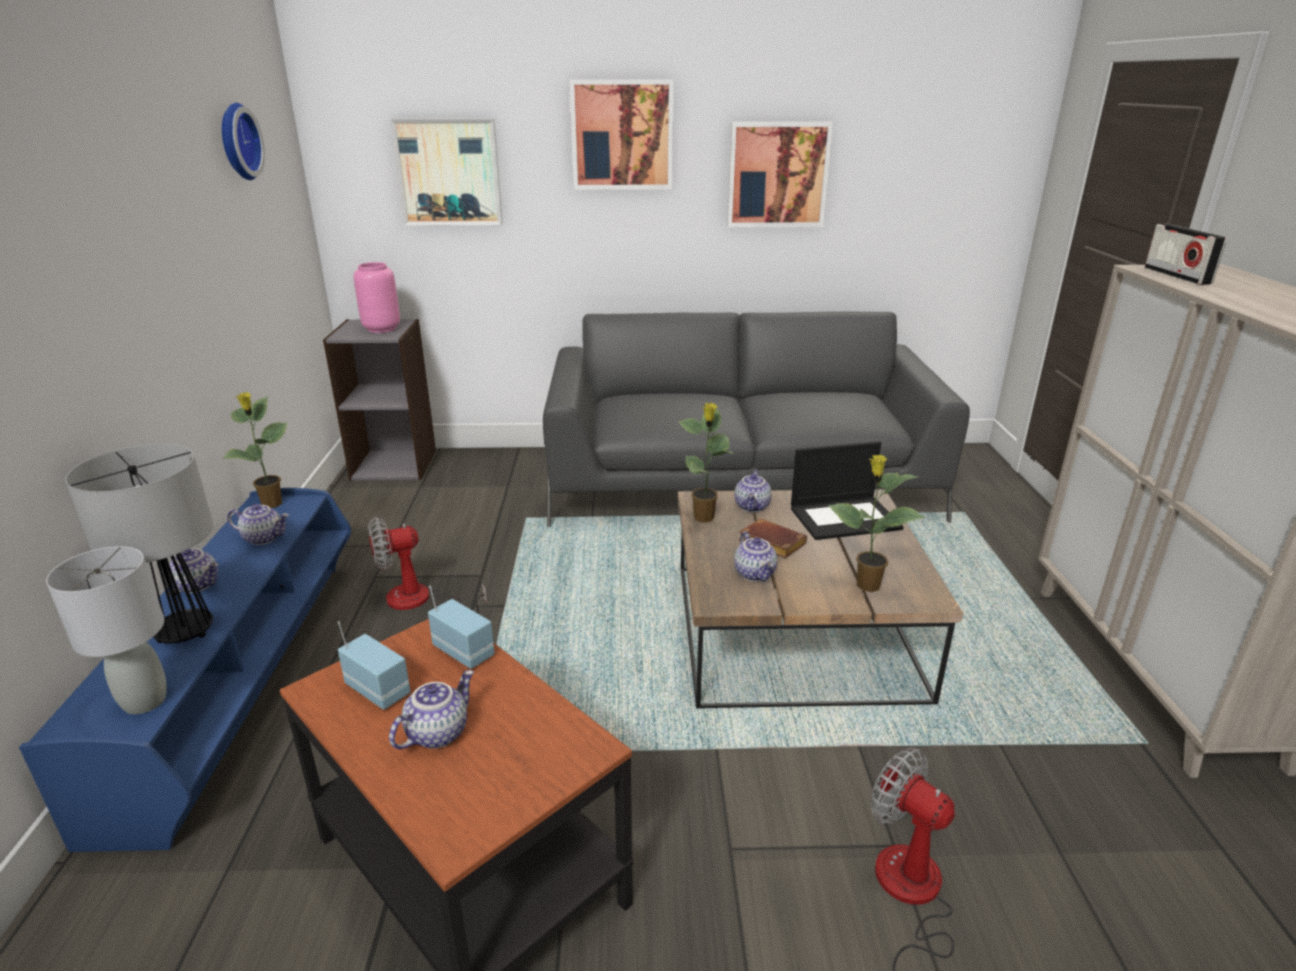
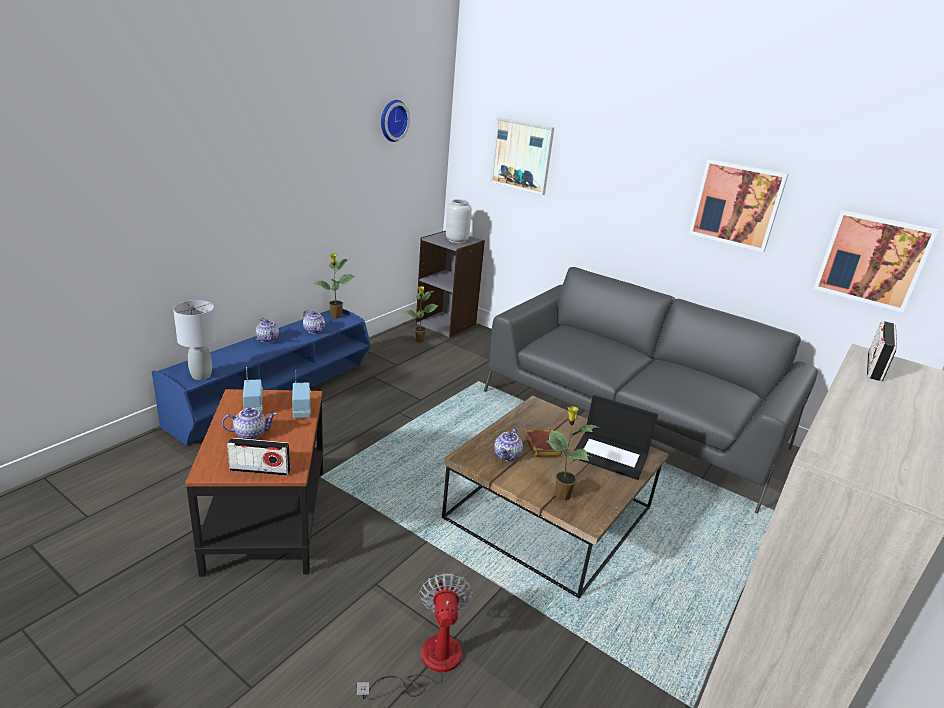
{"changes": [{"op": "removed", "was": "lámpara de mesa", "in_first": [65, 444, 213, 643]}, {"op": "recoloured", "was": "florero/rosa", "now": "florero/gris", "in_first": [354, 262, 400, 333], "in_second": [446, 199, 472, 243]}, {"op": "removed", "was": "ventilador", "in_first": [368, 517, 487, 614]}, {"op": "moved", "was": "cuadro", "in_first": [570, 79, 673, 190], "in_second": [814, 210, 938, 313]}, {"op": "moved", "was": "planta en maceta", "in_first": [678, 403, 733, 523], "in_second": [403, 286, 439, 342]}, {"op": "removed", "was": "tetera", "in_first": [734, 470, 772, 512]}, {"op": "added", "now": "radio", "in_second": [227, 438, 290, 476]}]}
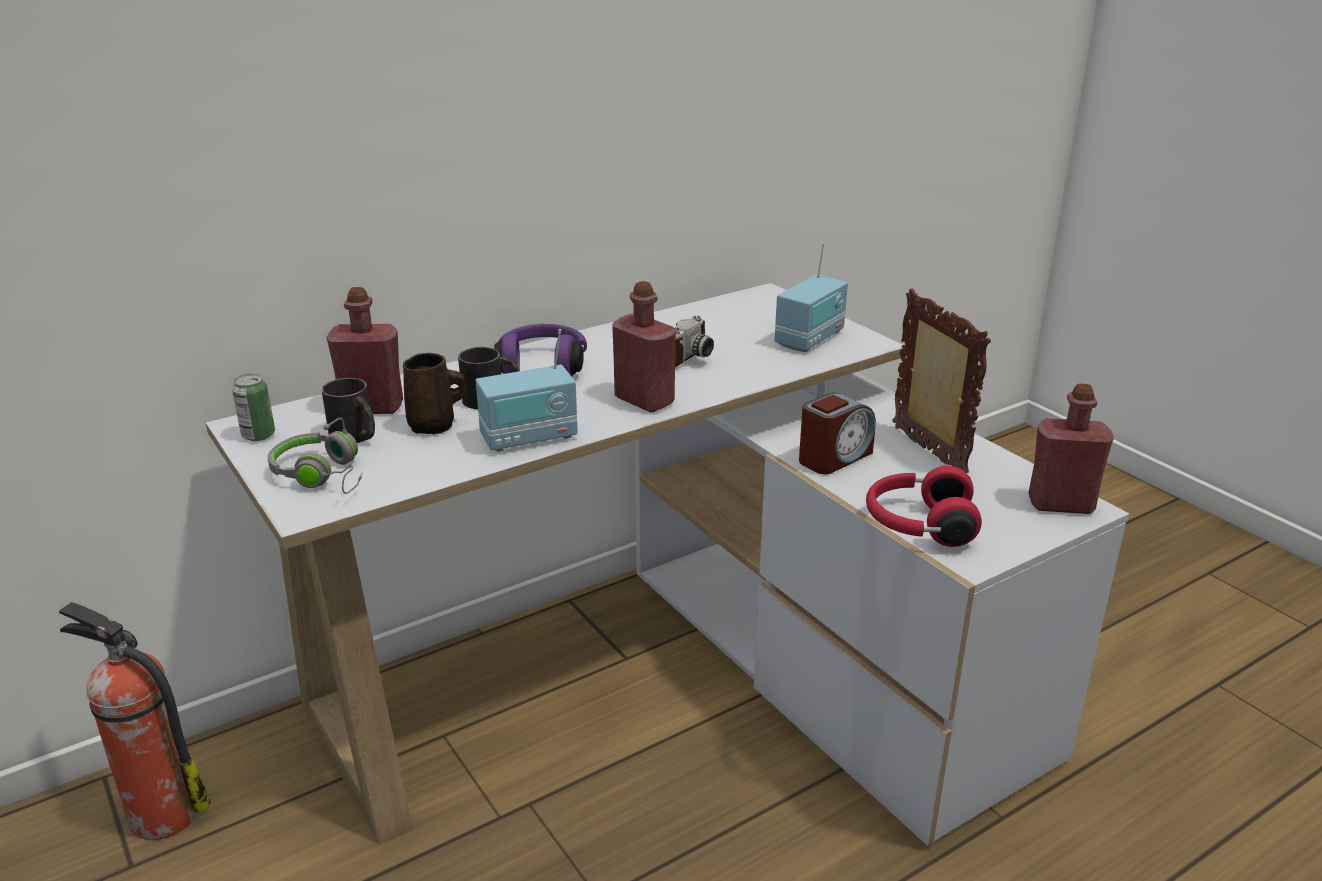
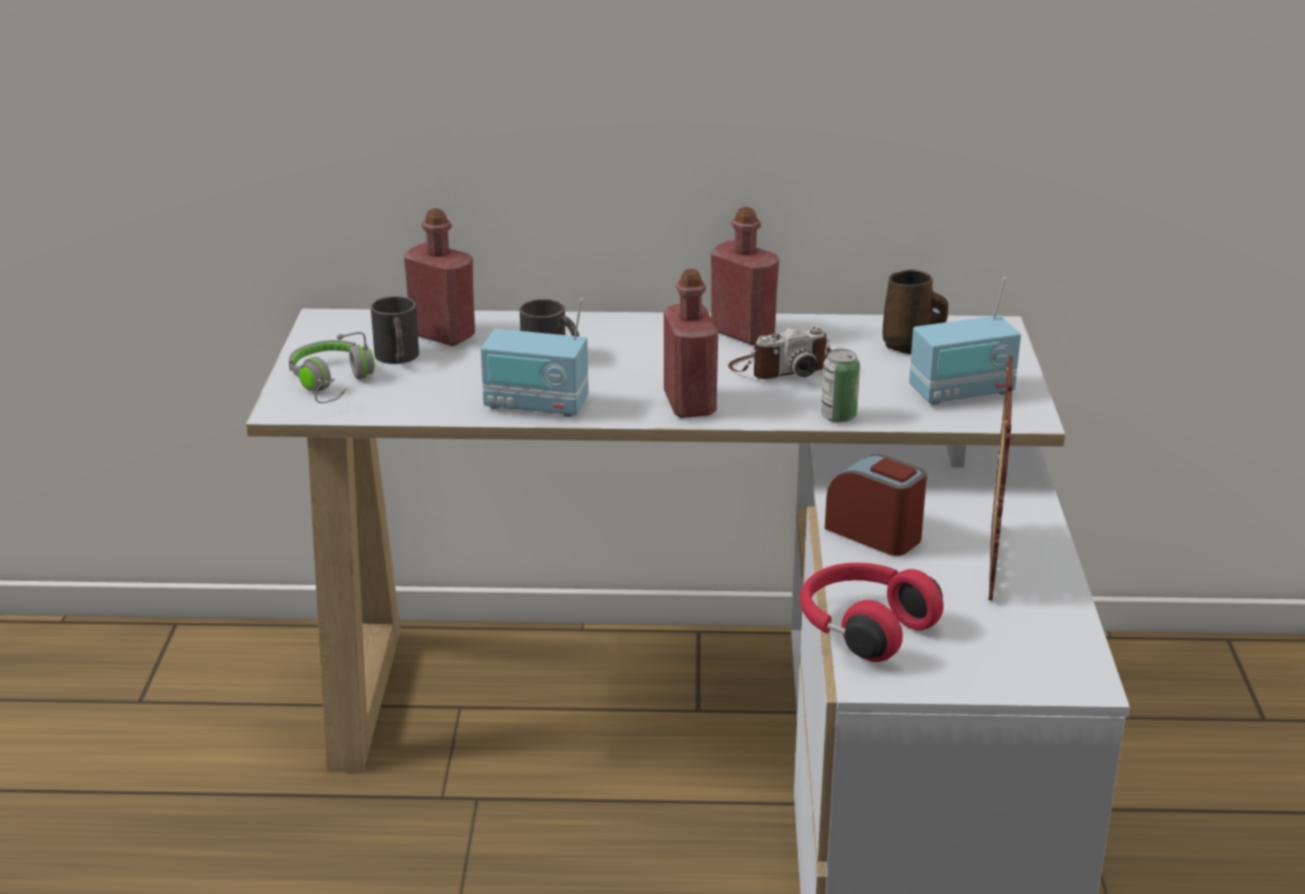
{"changes": [{"op": "removed", "was": "extintor", "in_first": [59, 602, 211, 840]}, {"op": "moved", "was": "lata", "in_first": [232, 374, 275, 441], "in_second": [821, 349, 860, 423]}, {"op": "moved", "was": "taza grande/marrón", "in_first": [403, 353, 466, 434], "in_second": [882, 269, 948, 354]}, {"op": "removed", "was": "auriculares/morado", "in_first": [494, 324, 587, 377]}, {"op": "turned", "was": "despertador", "in_first": [799, 392, 876, 474], "in_second": [825, 454, 927, 556], "clockwise": -135}, {"op": "moved", "was": "botella/rojo", "in_first": [1028, 383, 1114, 514], "in_second": [711, 207, 779, 345]}]}
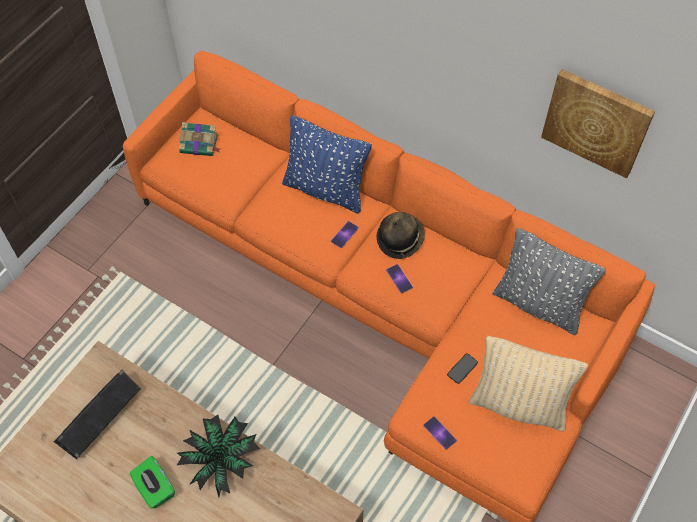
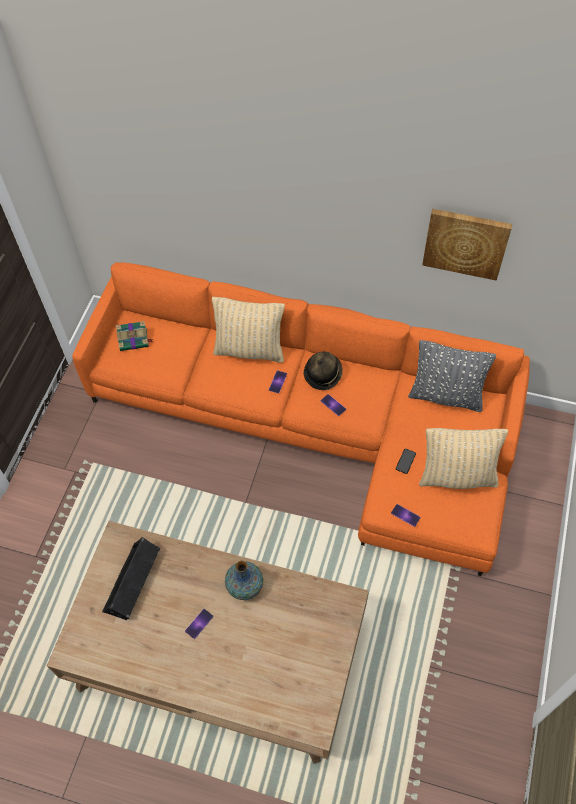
{"changes": [{"op": "replaced", "was": "caja de pañuelos/verde", "now": "móvil", "in_first": [130, 456, 175, 508], "in_second": [185, 609, 214, 639]}, {"op": "replaced", "was": "planta en maceta", "now": "florero", "in_first": [177, 415, 260, 497], "in_second": [225, 561, 263, 600]}, {"op": "recoloured", "was": "cojín/azul", "now": "cojín/beis", "in_first": [282, 115, 372, 214], "in_second": [212, 297, 285, 363]}]}
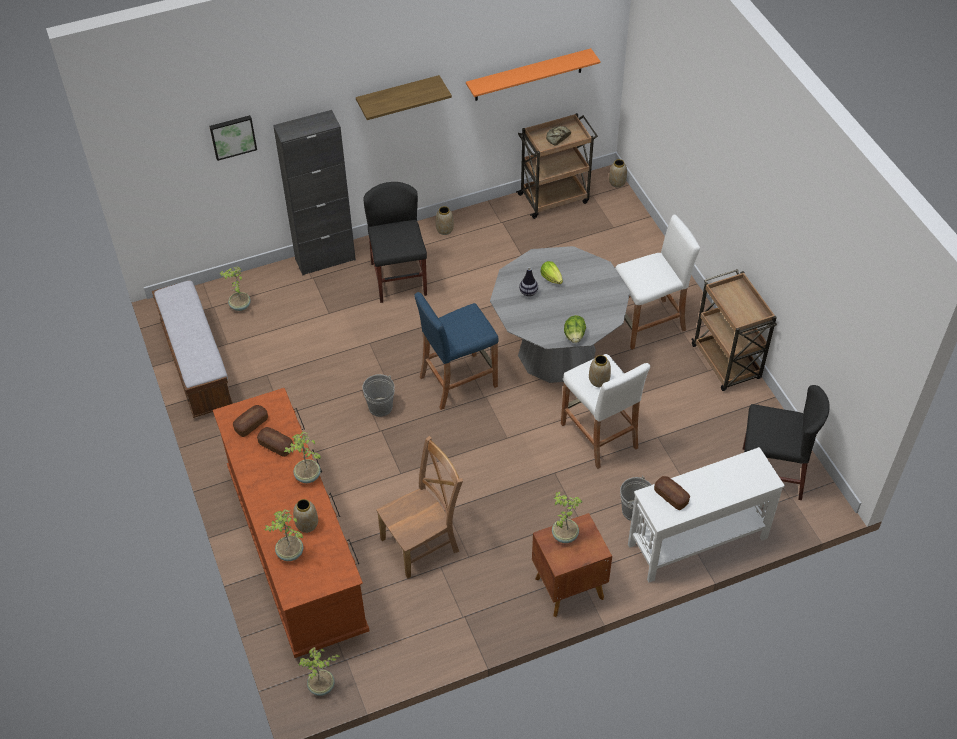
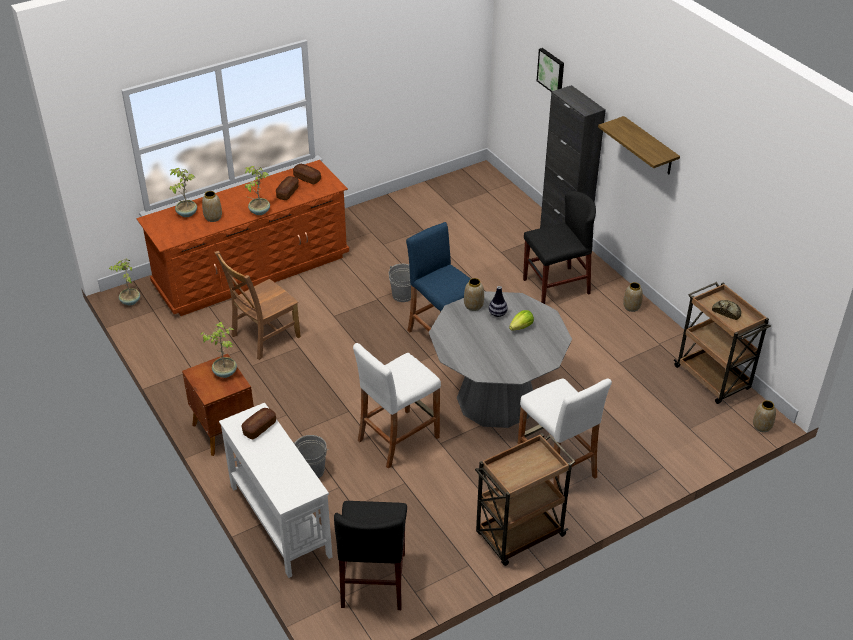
{"changes": [{"op": "removed", "was": "banco", "in_first": [152, 280, 233, 418]}, {"op": "removed", "was": "planta en maceta", "in_first": [219, 266, 251, 311]}, {"op": "turned", "was": "silla/marrón", "in_first": [376, 436, 463, 579], "in_second": [215, 251, 301, 360], "clockwise": 90}, {"op": "removed", "was": "estante/naranja", "in_first": [466, 48, 601, 101]}, {"op": "removed", "was": "lechuga", "in_first": [564, 315, 586, 343]}, {"op": "moved", "was": "florero", "in_first": [589, 355, 611, 387], "in_second": [464, 278, 484, 311]}]}
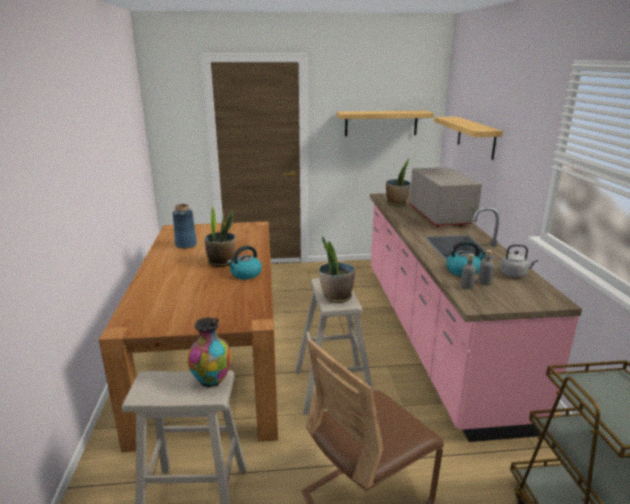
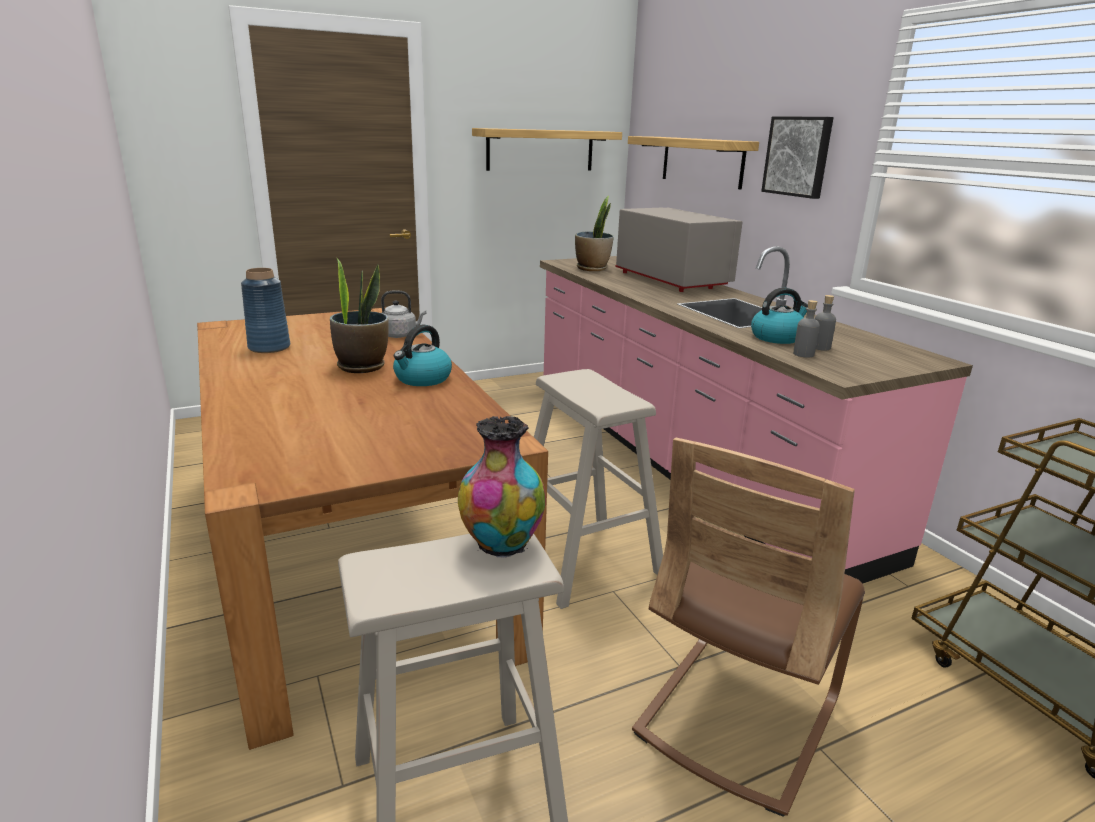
{"changes": [{"op": "removed", "was": "planta en maceta", "in_first": [319, 237, 355, 303]}, {"op": "moved", "was": "hervidor/gris", "in_first": [500, 244, 538, 277], "in_second": [381, 291, 426, 338]}, {"op": "added", "now": "cuadro", "in_second": [761, 116, 834, 199]}]}
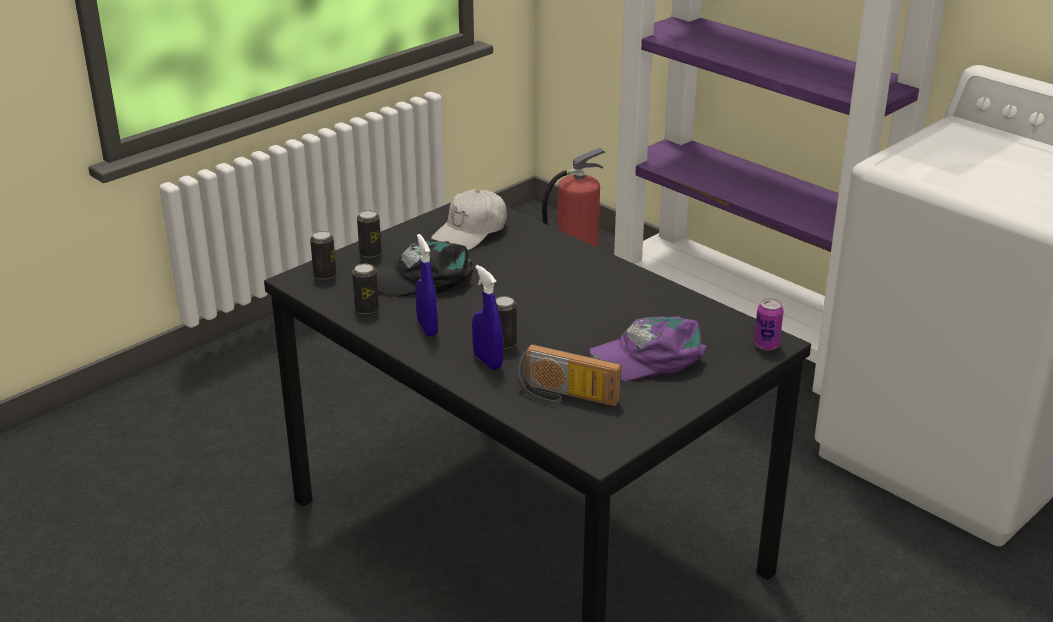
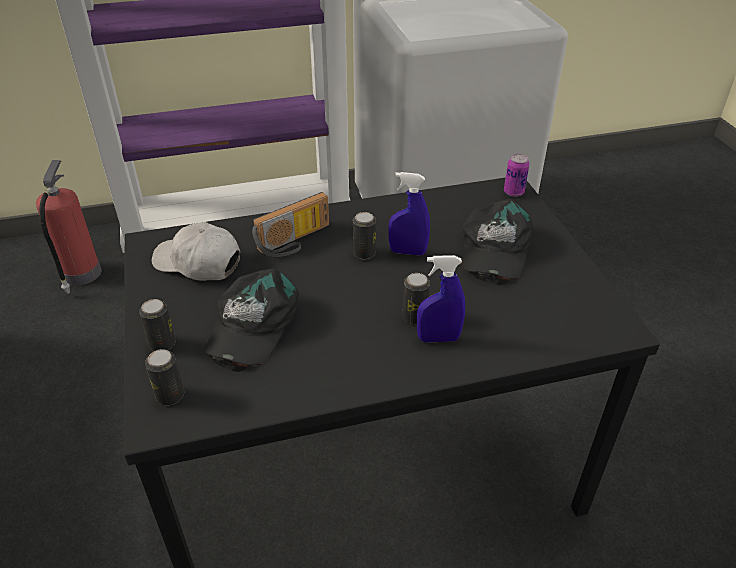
{"changes": [{"op": "moved", "was": "lata", "in_first": [352, 264, 379, 314], "in_second": [353, 212, 376, 259]}, {"op": "moved", "was": "pulverizador/azul", "in_first": [415, 234, 438, 337], "in_second": [388, 172, 430, 256]}, {"op": "turned", "was": "gorra/blanco", "in_first": [431, 189, 507, 250], "in_second": [152, 222, 240, 281], "clockwise": 135}, {"op": "moved", "was": "radio", "in_first": [518, 344, 621, 406], "in_second": [252, 192, 329, 257]}, {"op": "recoloured", "was": "gorra/morado", "now": "gorra/negro", "in_first": [588, 316, 707, 382], "in_second": [462, 199, 533, 285]}]}
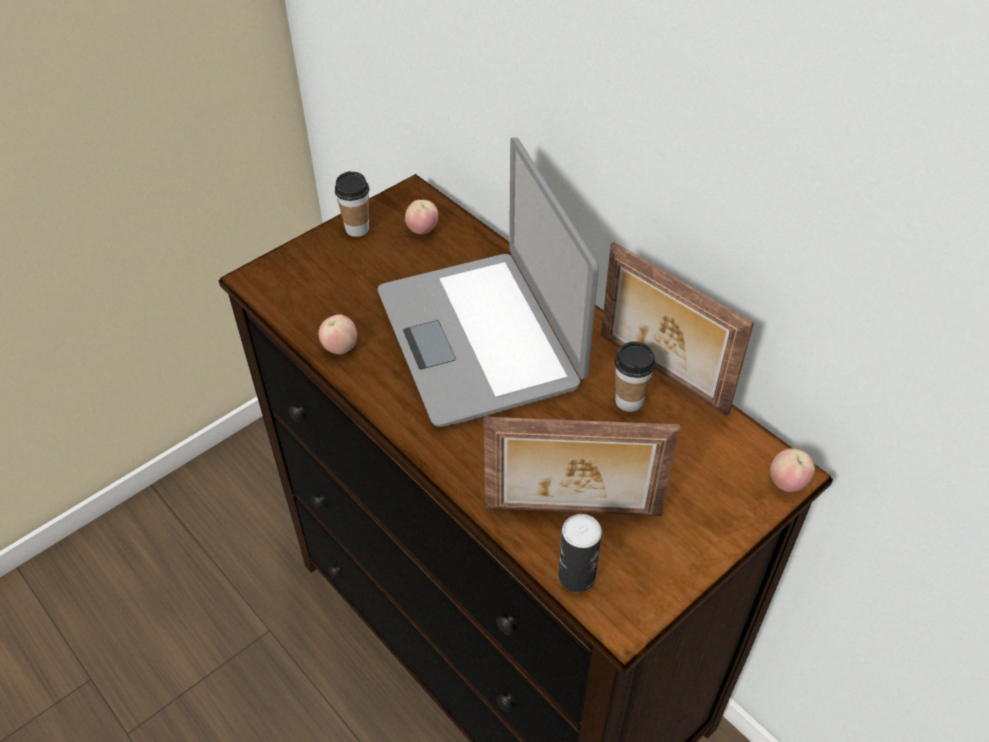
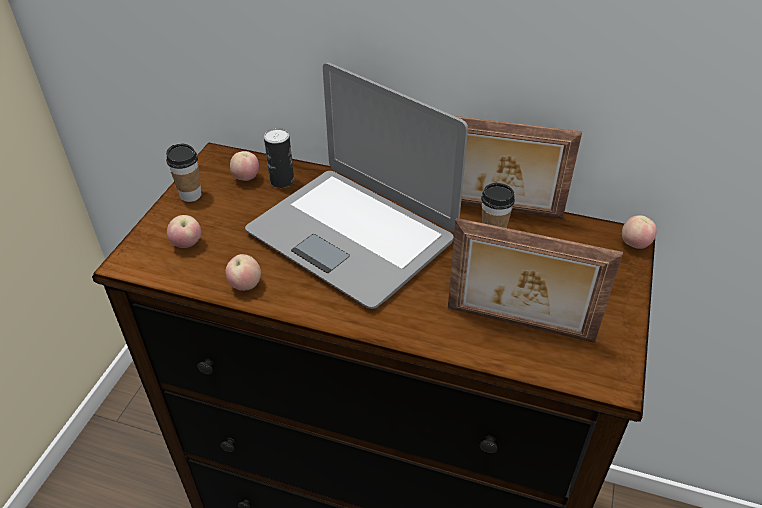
{"changes": [{"op": "turned", "was": "portarretratos", "in_first": [483, 417, 680, 516], "in_second": [448, 218, 623, 343], "clockwise": 45}, {"op": "moved", "was": "lata", "in_first": [558, 514, 602, 592], "in_second": [264, 128, 294, 188]}, {"op": "added", "now": "manzana", "in_second": [167, 215, 201, 248]}]}
